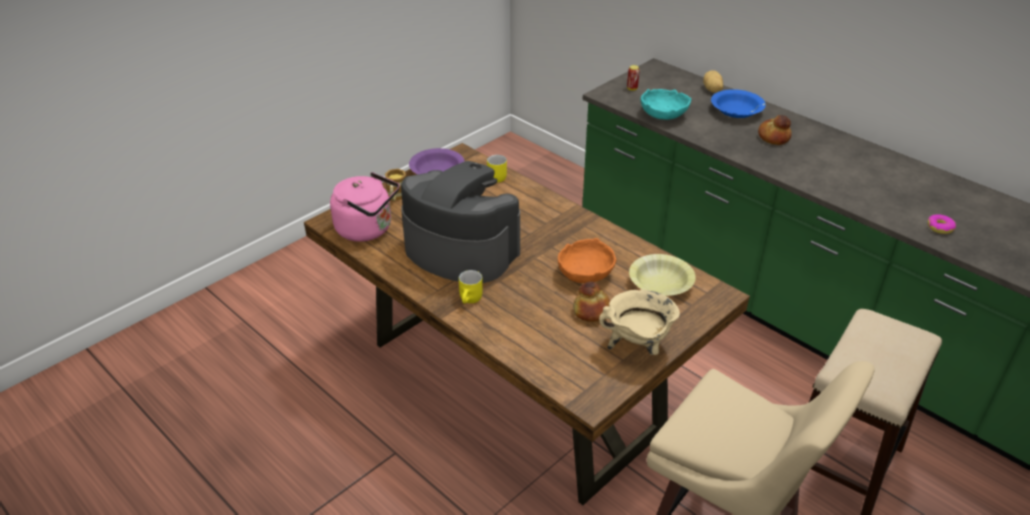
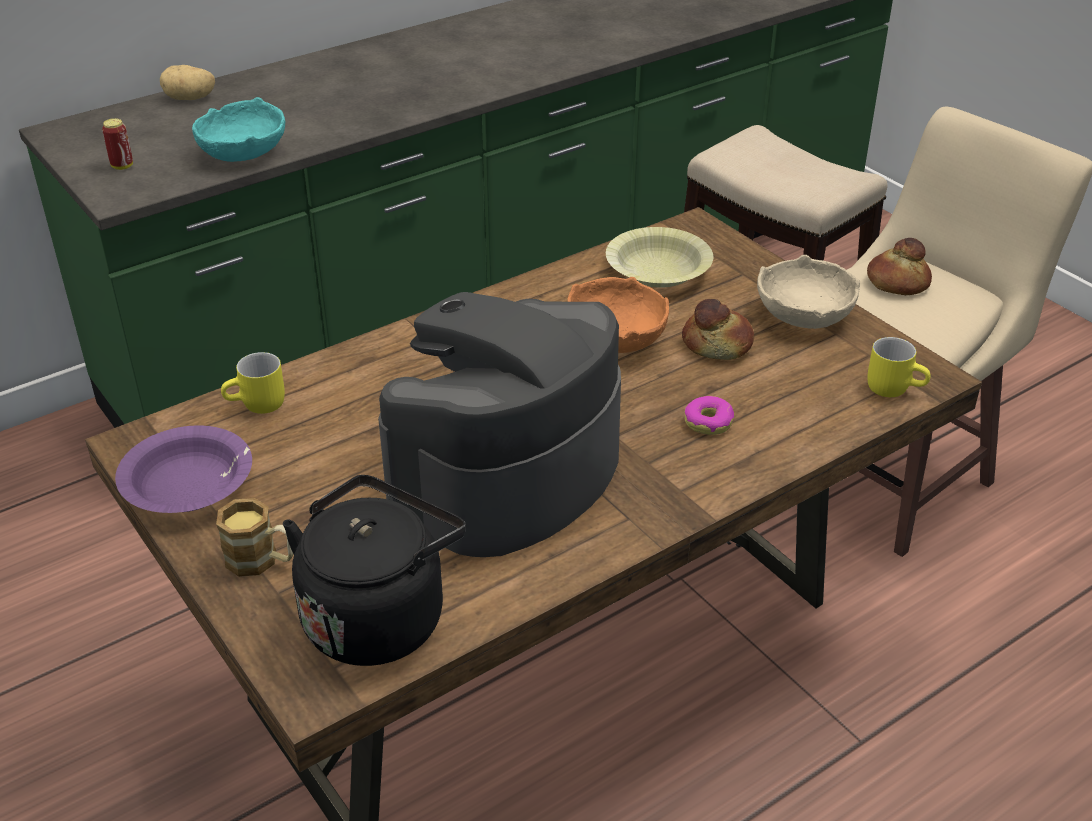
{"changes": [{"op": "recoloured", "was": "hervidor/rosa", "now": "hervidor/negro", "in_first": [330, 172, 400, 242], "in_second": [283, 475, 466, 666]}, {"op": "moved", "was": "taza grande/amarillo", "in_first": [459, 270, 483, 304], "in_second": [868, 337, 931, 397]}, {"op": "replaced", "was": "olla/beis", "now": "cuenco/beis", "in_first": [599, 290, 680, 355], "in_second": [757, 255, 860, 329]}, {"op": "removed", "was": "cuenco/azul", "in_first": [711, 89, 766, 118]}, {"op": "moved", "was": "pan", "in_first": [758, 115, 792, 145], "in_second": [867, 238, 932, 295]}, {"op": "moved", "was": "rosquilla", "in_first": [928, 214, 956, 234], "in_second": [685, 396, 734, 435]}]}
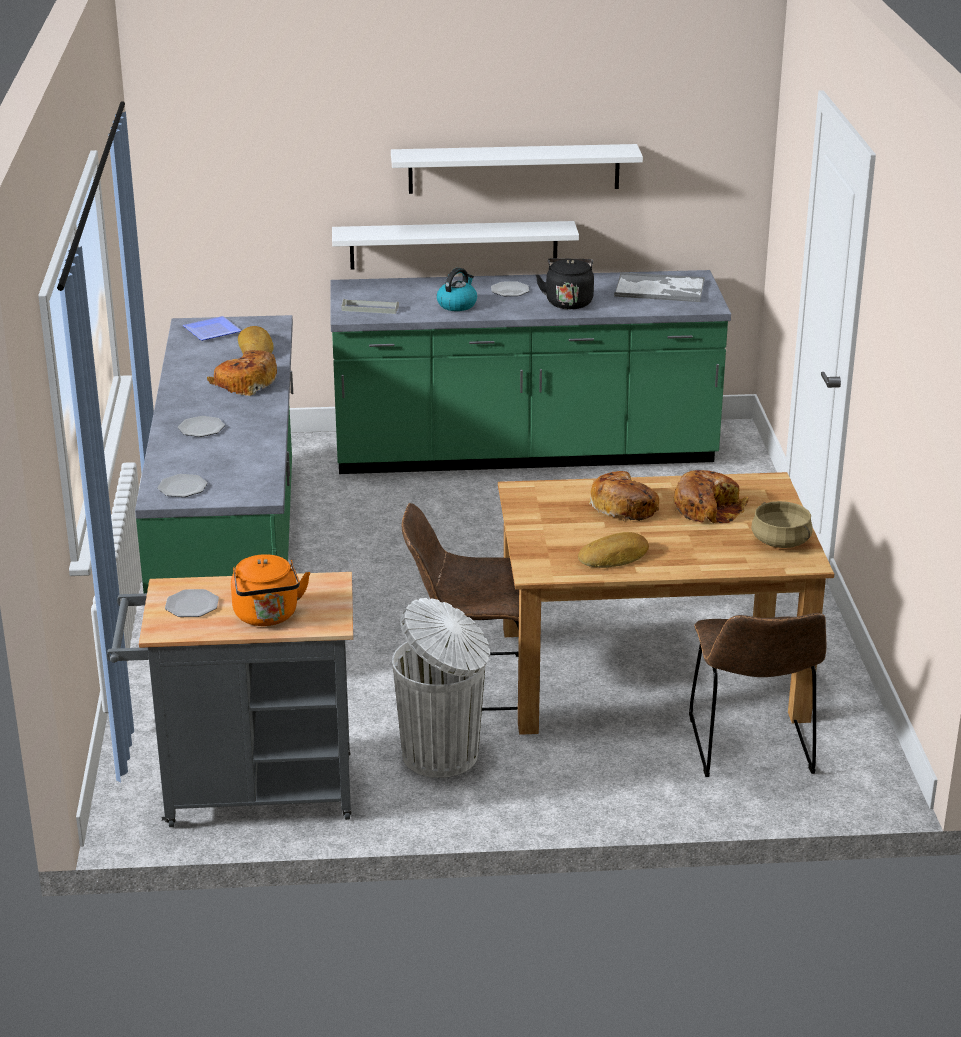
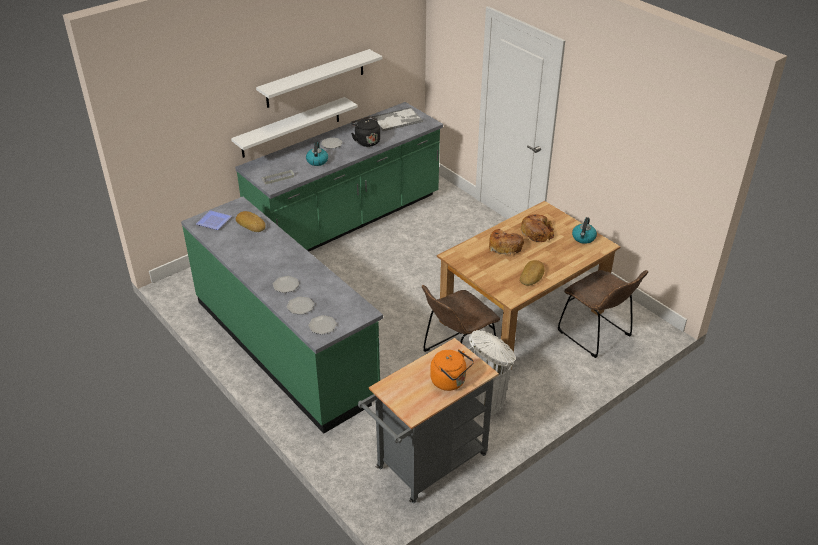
{"changes": [{"op": "moved", "was": "plato", "in_first": [165, 589, 219, 617], "in_second": [287, 297, 314, 315]}, {"op": "removed", "was": "pan", "in_first": [207, 350, 277, 396]}, {"op": "replaced", "was": "olla/beis", "now": "hervidor", "in_first": [751, 501, 813, 548], "in_second": [572, 217, 597, 244]}]}
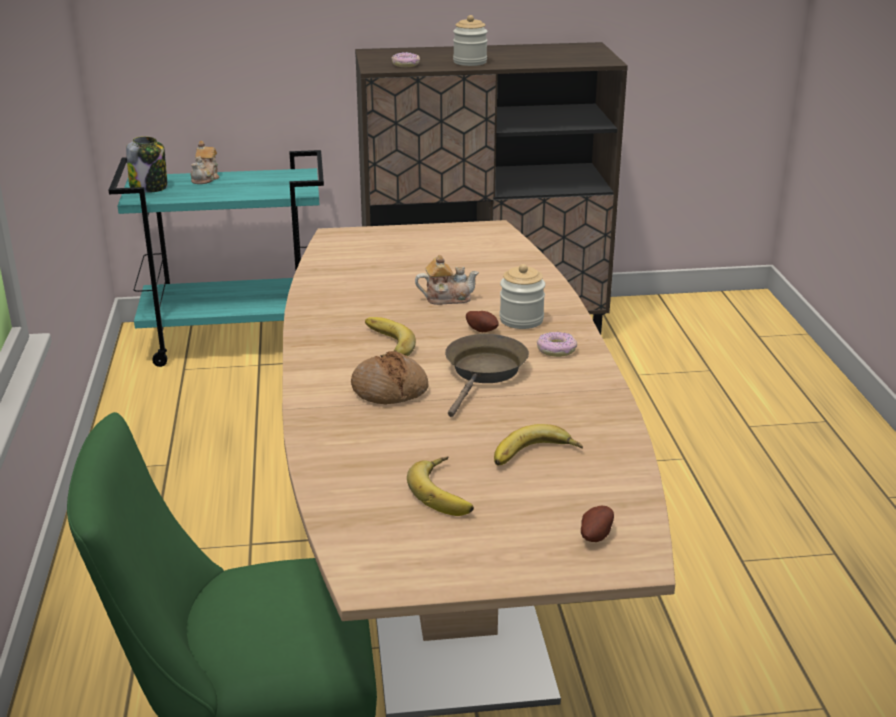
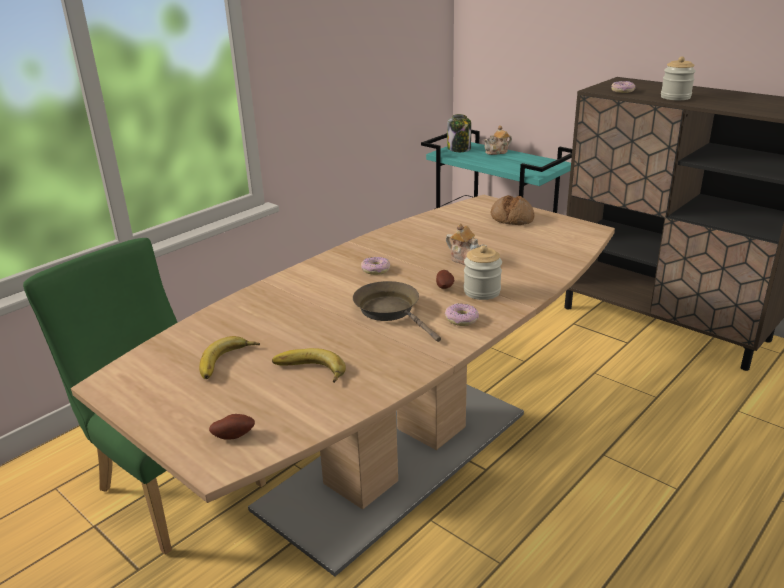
{"changes": [{"op": "moved", "was": "pan", "in_first": [351, 351, 428, 405], "in_second": [491, 195, 535, 225]}, {"op": "replaced", "was": "plátano", "now": "rosquilla", "in_first": [365, 317, 416, 358], "in_second": [361, 257, 390, 275]}, {"op": "turned", "was": "sartén/marrón", "in_first": [445, 334, 529, 417], "in_second": [353, 281, 441, 342], "clockwise": -105}]}
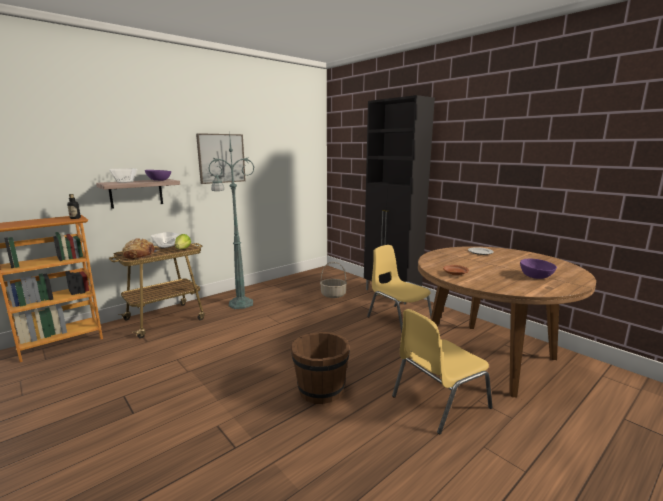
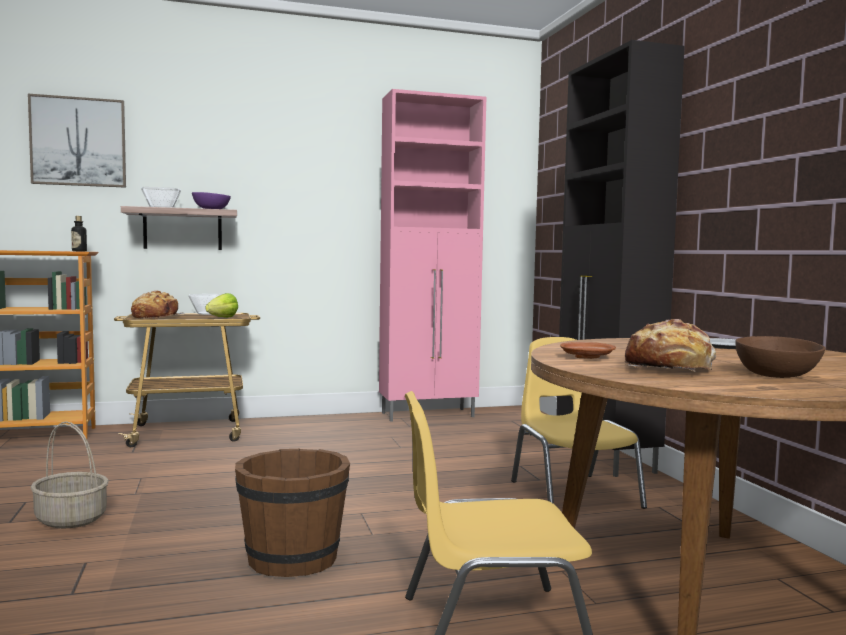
{"changes": [{"op": "moved", "was": "cuadro", "in_first": [196, 133, 246, 184], "in_second": [28, 94, 126, 188]}, {"op": "removed", "was": "lámpara de pie/verde", "in_first": [208, 130, 254, 309]}, {"op": "moved", "was": "cesta", "in_first": [320, 262, 347, 298], "in_second": [30, 421, 109, 528]}, {"op": "recoloured", "was": "cuenco/morado", "now": "cuenco/marrón", "in_first": [520, 259, 557, 279], "in_second": [735, 336, 826, 378]}, {"op": "added", "now": "armario/rosa", "in_second": [379, 89, 486, 422]}, {"op": "added", "now": "pan", "in_second": [624, 319, 716, 372]}]}
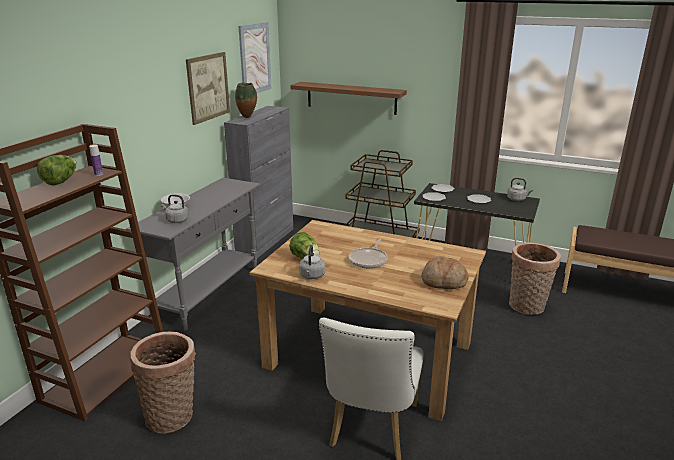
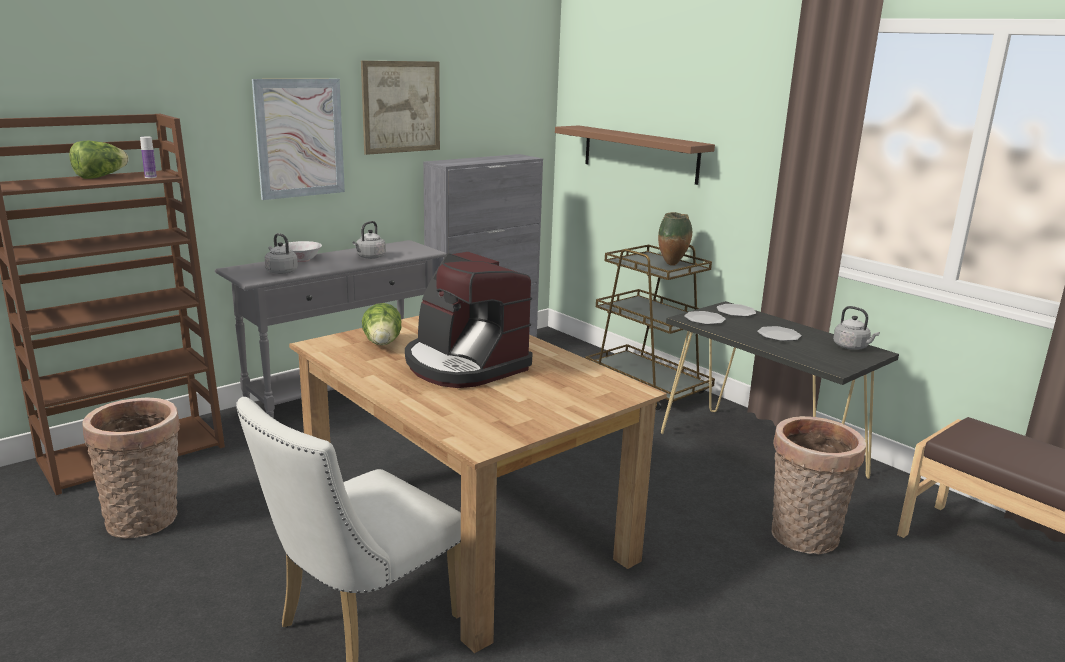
{"changes": [{"op": "moved", "was": "florero", "in_first": [235, 82, 257, 118], "in_second": [658, 212, 692, 266]}, {"op": "moved", "was": "cuadro", "in_first": [238, 22, 272, 93], "in_second": [252, 79, 345, 200]}, {"op": "moved", "was": "hervidor/gris", "in_first": [299, 244, 325, 279], "in_second": [353, 221, 386, 259]}, {"op": "replaced", "was": "sartén", "now": "cafetera", "in_first": [349, 239, 387, 268], "in_second": [405, 252, 532, 388]}, {"op": "removed", "was": "pan", "in_first": [422, 256, 469, 289]}]}
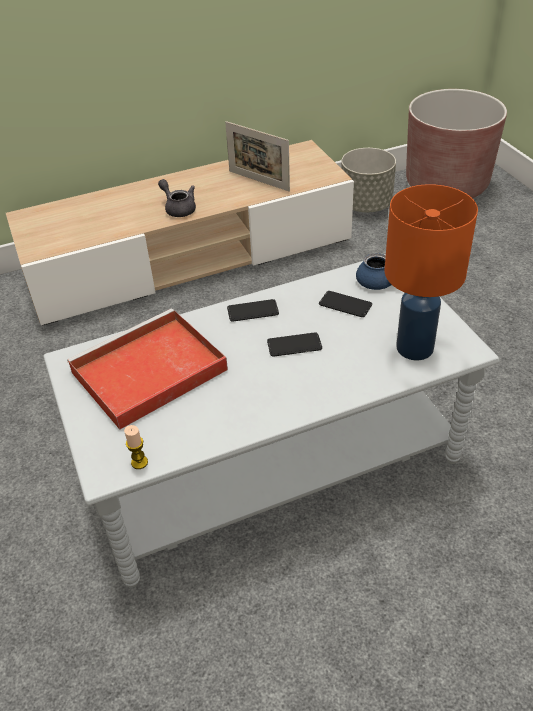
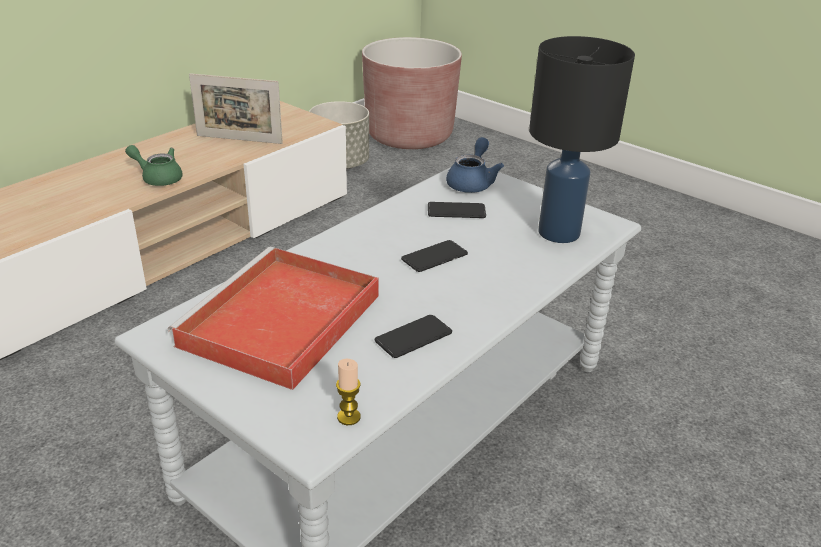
{"changes": [{"op": "recoloured", "was": "tetera/gris", "now": "tetera/verde", "in_first": [158, 179, 196, 217], "in_second": [125, 145, 182, 186]}, {"op": "moved", "was": "móvil", "in_first": [227, 299, 279, 322], "in_second": [375, 315, 452, 358]}, {"op": "recoloured", "was": "lámpara de mesa/naranja", "now": "lámpara de mesa/negro", "in_first": [385, 184, 478, 360], "in_second": [529, 36, 635, 243]}]}
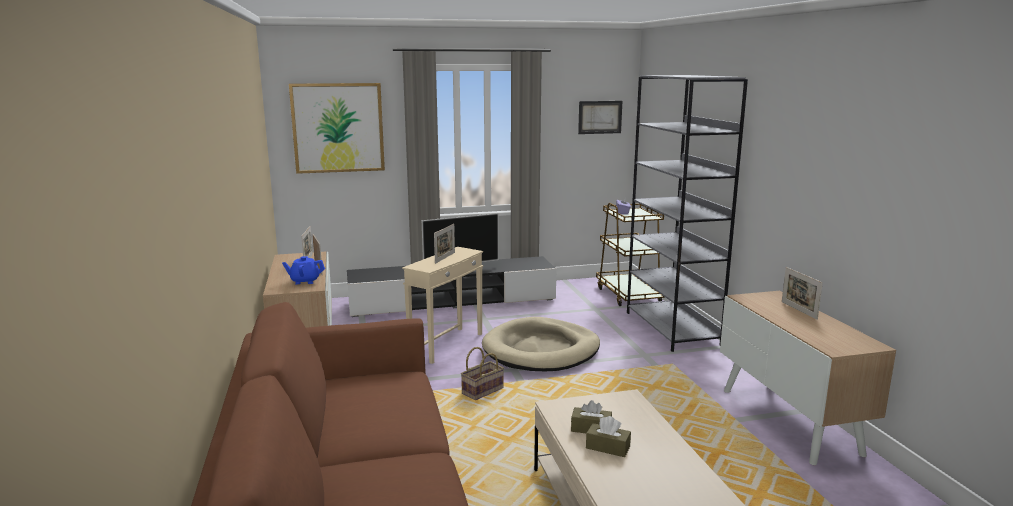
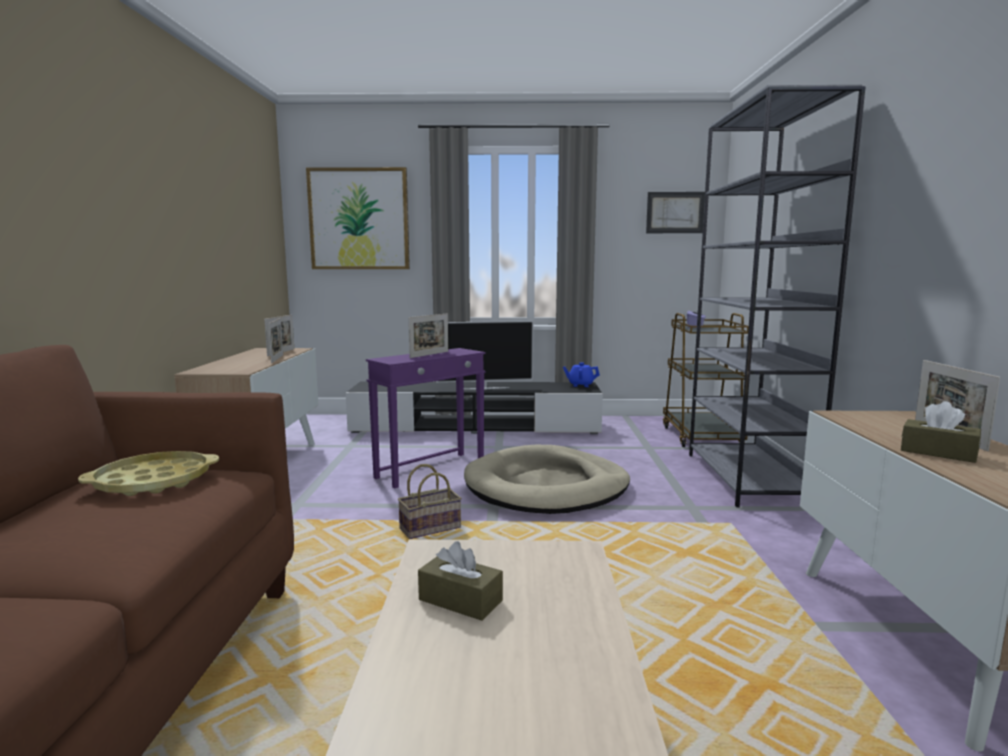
{"changes": [{"op": "moved", "was": "tetera/azul", "in_first": [282, 256, 325, 284], "in_second": [563, 362, 600, 387]}, {"op": "recoloured", "was": "mesa auxiliar/beis", "now": "mesa auxiliar/morado", "in_first": [402, 247, 483, 364], "in_second": [366, 348, 486, 488]}, {"op": "moved", "was": "caja de pañuelos/marrón", "in_first": [586, 416, 631, 457], "in_second": [901, 401, 981, 463]}, {"op": "added", "now": "bandeja/amarillo", "in_second": [78, 451, 219, 496]}]}
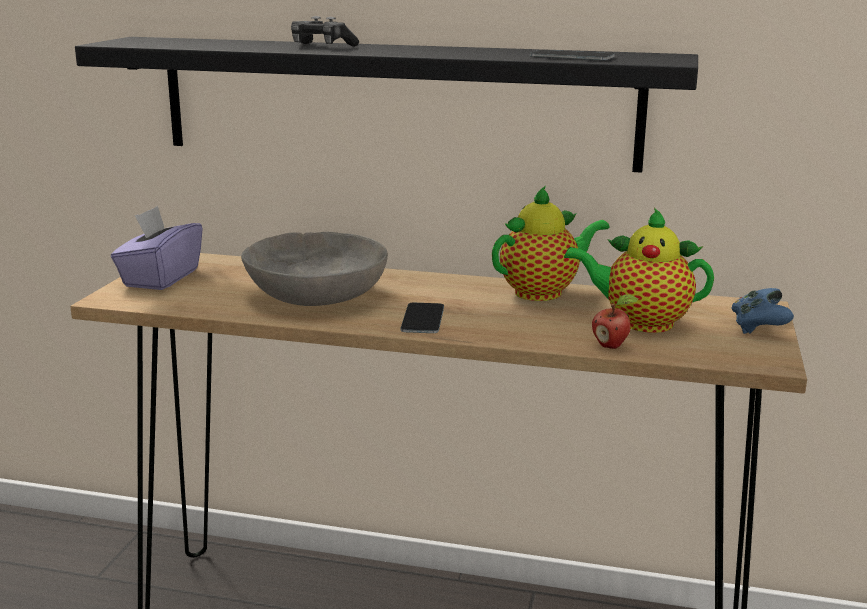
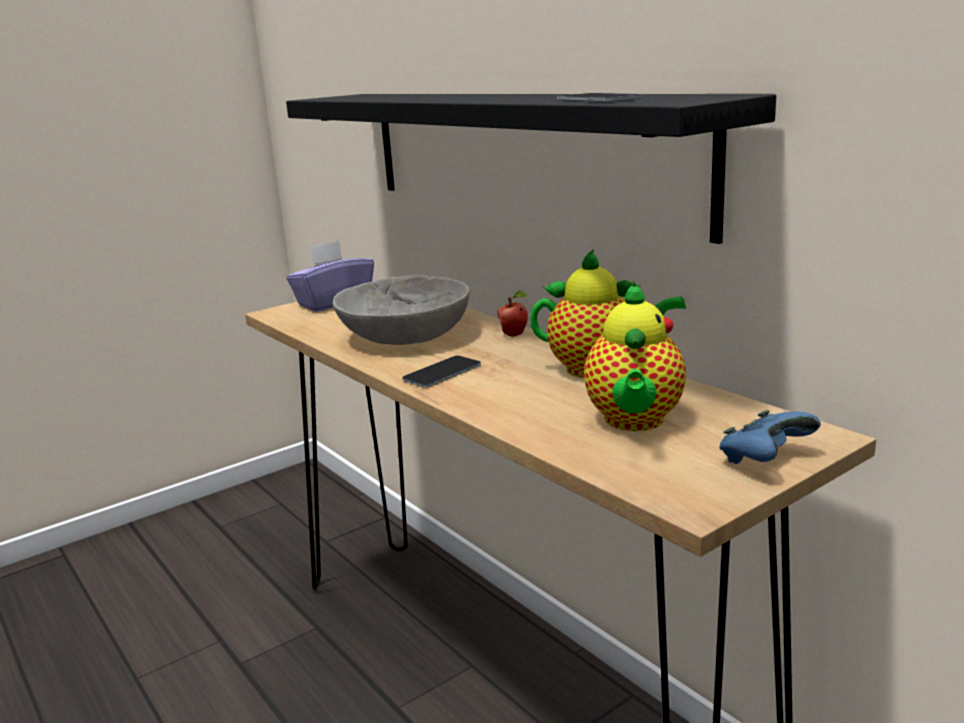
{"changes": [{"op": "removed", "was": "mando de consola", "in_first": [291, 16, 359, 47]}, {"op": "turned", "was": "tetera", "in_first": [564, 208, 714, 333], "in_second": [584, 282, 686, 431], "clockwise": -135}, {"op": "moved", "was": "manzana", "in_first": [592, 294, 639, 349], "in_second": [497, 290, 528, 337]}]}
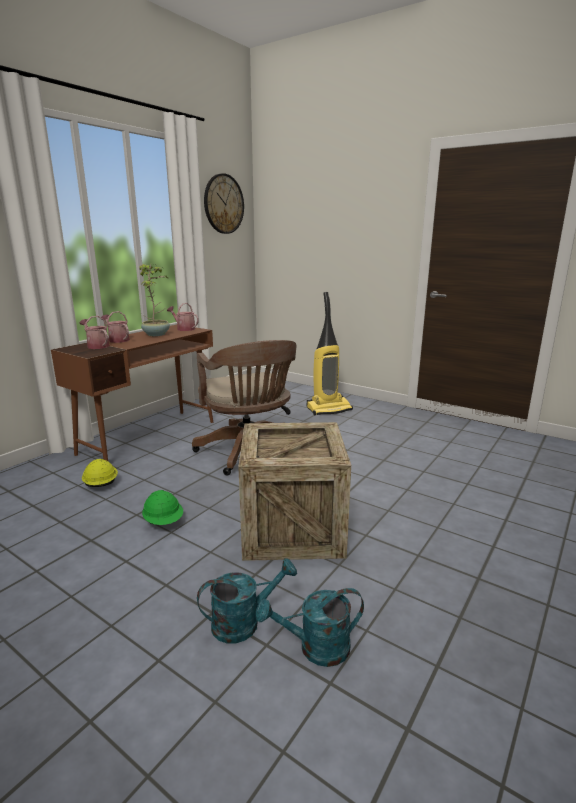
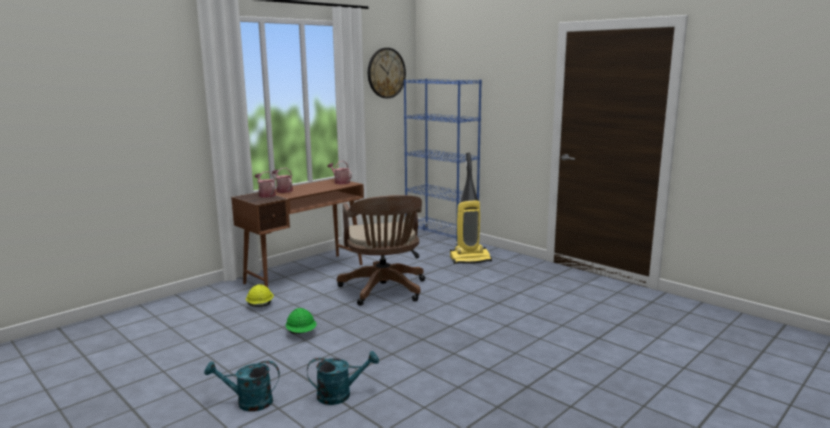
{"changes": [{"op": "removed", "was": "planta en maceta", "in_first": [139, 264, 170, 336]}, {"op": "removed", "was": "caja de embalaje", "in_first": [238, 422, 351, 561]}, {"op": "moved", "was": "regadera/turquesa", "in_first": [256, 588, 364, 667], "in_second": [204, 361, 280, 412]}, {"op": "added", "now": "estantería/azul", "in_second": [404, 79, 482, 246]}]}
